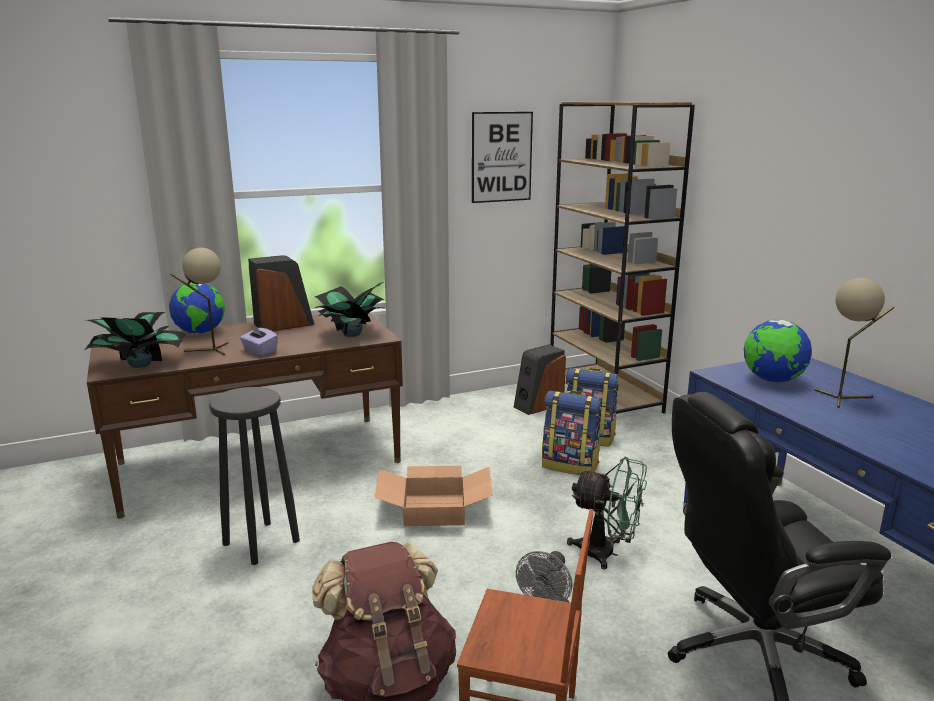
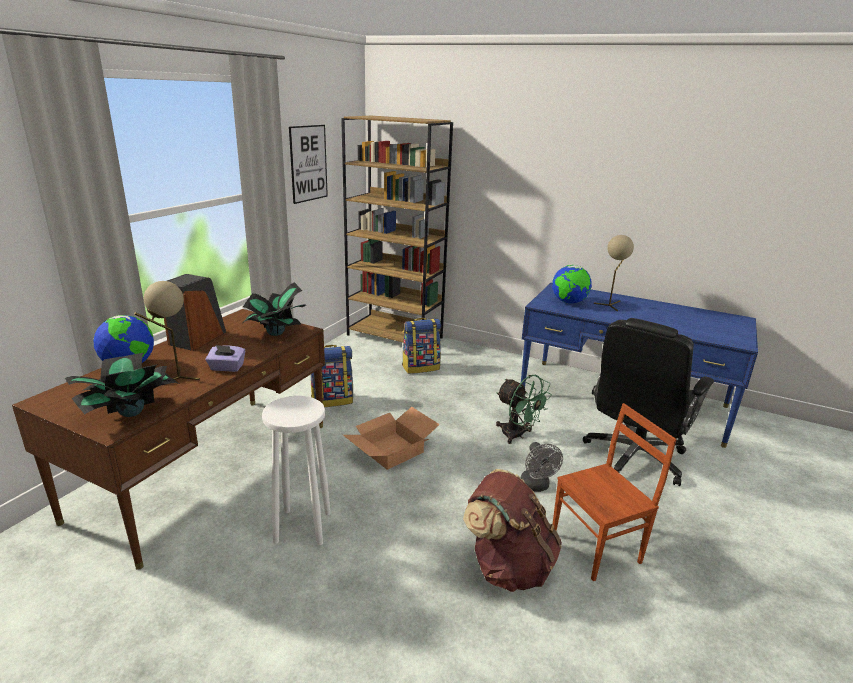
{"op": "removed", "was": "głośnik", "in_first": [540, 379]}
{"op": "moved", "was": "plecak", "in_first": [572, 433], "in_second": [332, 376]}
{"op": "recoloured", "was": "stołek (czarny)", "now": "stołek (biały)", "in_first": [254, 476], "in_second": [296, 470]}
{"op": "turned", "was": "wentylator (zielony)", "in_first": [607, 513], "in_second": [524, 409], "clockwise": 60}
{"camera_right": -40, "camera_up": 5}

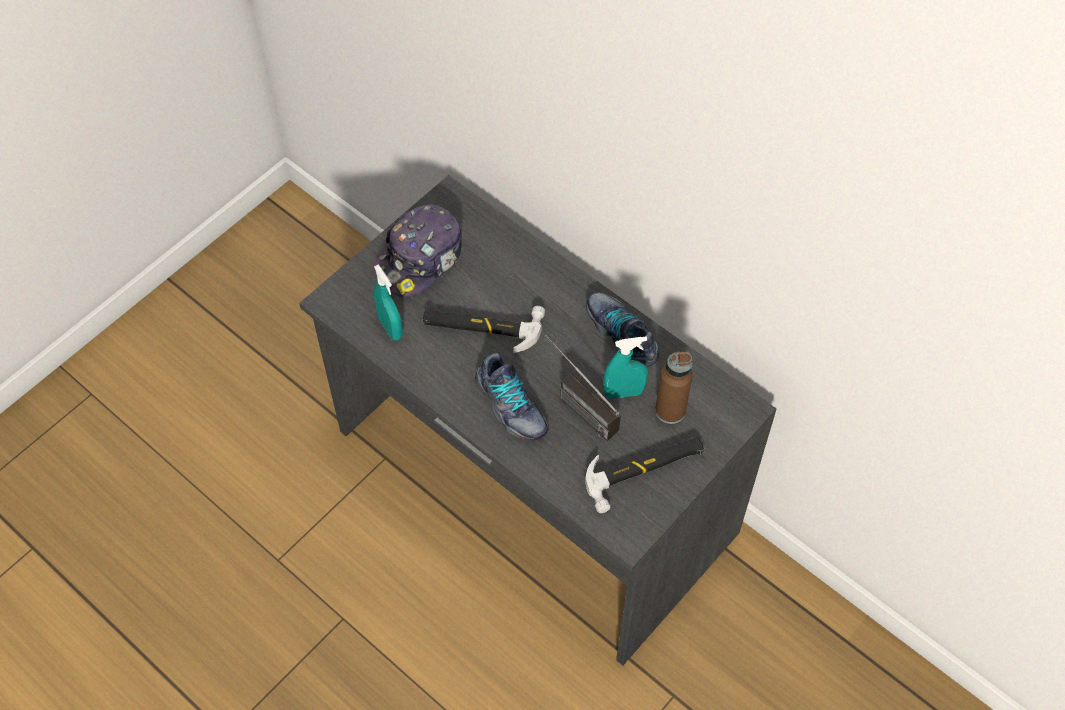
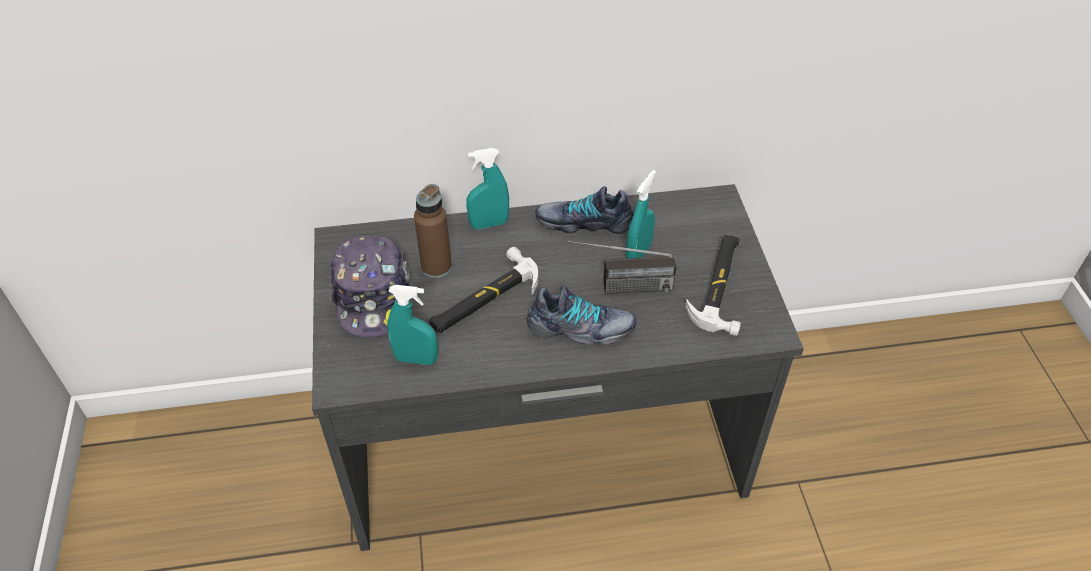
{"op": "added", "now": "spryskiwacz (turkusowy)", "in_second": [487, 188]}
{"op": "moved", "was": "butelka (brązowy)", "in_first": [674, 388], "in_second": [433, 231]}
{"camera_right": -50, "camera_up": -10}

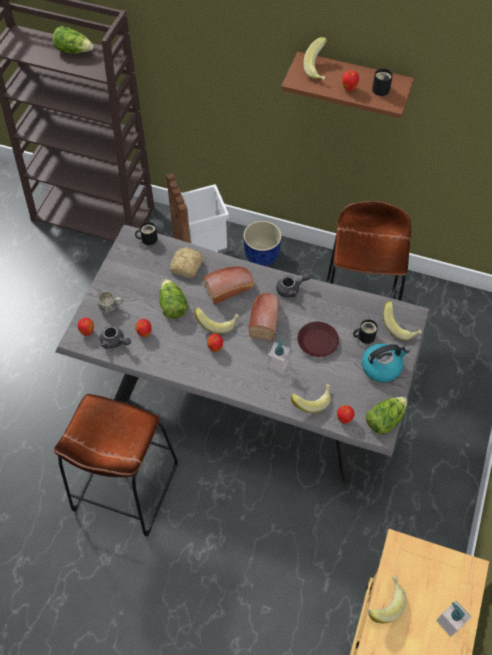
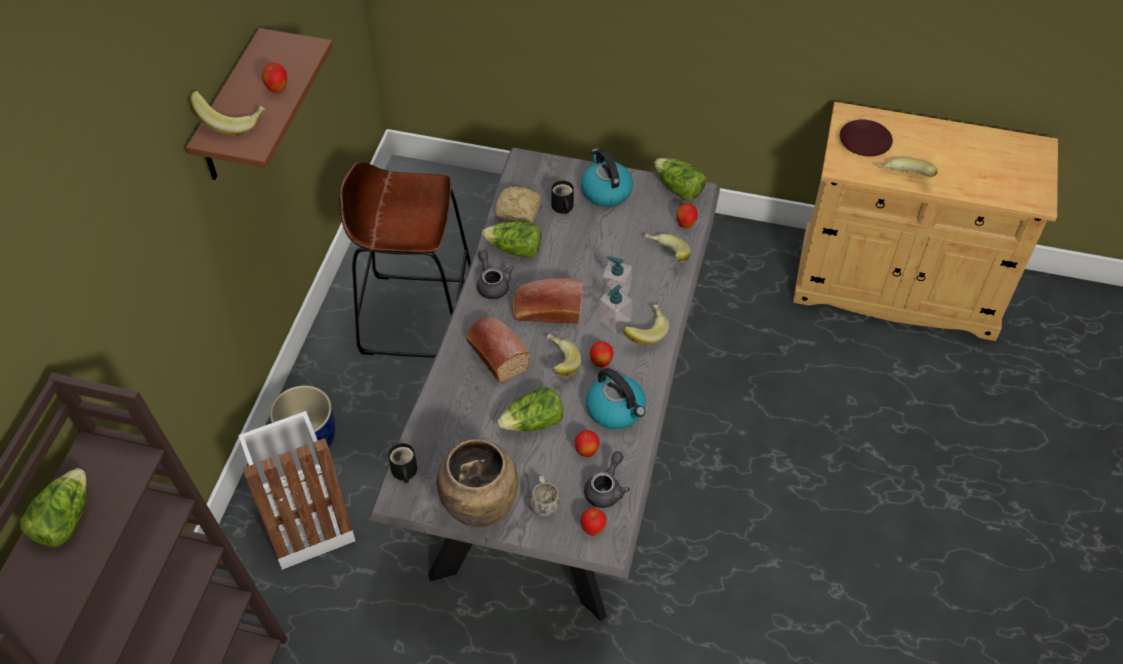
{"op": "removed", "was": "stołek (brązowy)", "in_first": [116, 465]}
{"op": "removed", "was": "kubek (czarny)", "in_first": [382, 82]}
{"op": "added", "now": "wazon (brązowy)", "in_second": [477, 483]}
{"op": "added", "now": "sałata", "in_second": [511, 239]}
{"op": "added", "now": "czajnik", "in_second": [616, 398]}
{"op": "moved", "was": "chleb", "in_first": [186, 262], "in_second": [518, 204]}
{"op": "moved", "was": "talerz (brązowy)", "in_first": [318, 339], "in_second": [866, 138]}
{"op": "moved", "was": "banan", "in_first": [402, 320], "in_second": [646, 325]}
{"op": "moved", "was": "dozownik mydła", "in_first": [453, 618], "in_second": [616, 309]}
{"camera_right": -95, "camera_up": -5}

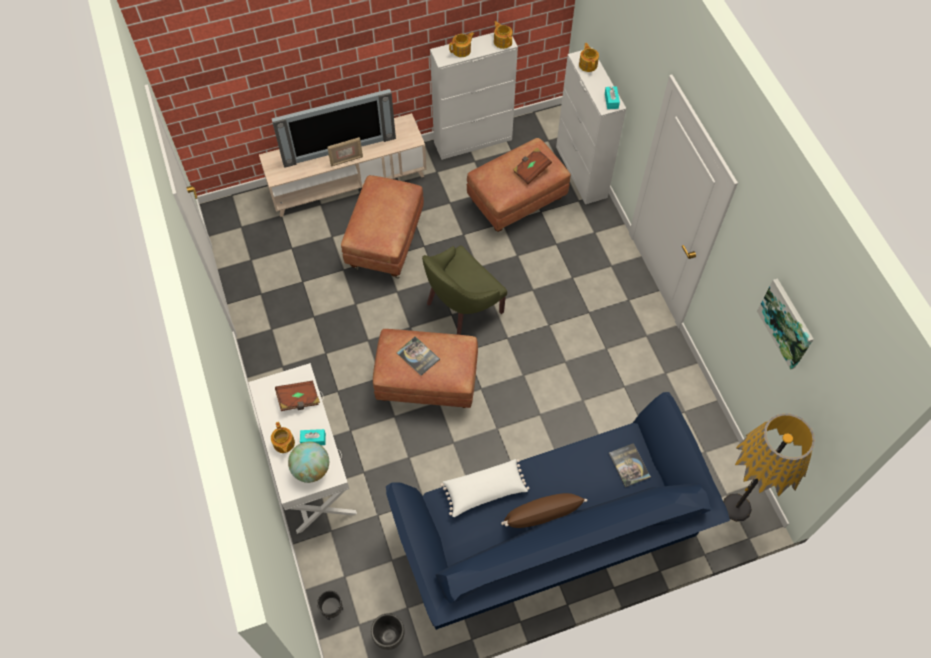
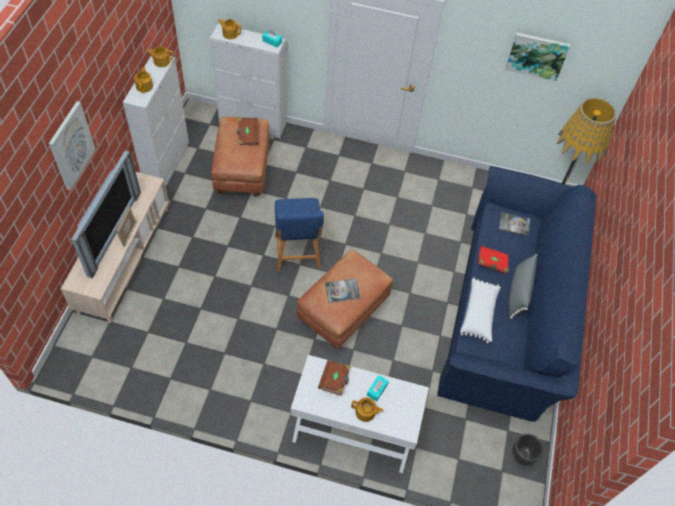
{"op": "removed", "was": "globus", "in_first": [308, 462]}
{"op": "removed", "was": "donica (czarny)", "in_first": [330, 606]}
{"op": "removed", "was": "pufa (brązowy)", "in_first": [382, 227]}
{"op": "added", "now": "obraz", "in_second": [72, 145]}
{"op": "added", "now": "książka (czerwony)", "in_second": [493, 259]}
{"op": "replaced", "was": "fotel (zielony)", "now": "stołek (niebieski)", "in_first": [464, 290], "in_second": [299, 234]}
{"op": "recoloured", "was": "poduszka (brązowy)", "now": "poduszka (szary)", "in_first": [544, 510], "in_second": [523, 286]}
{"camera_right": -60, "camera_up": -5}

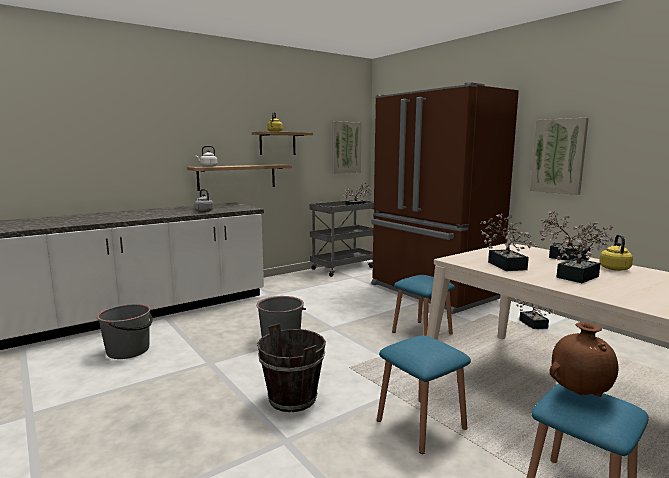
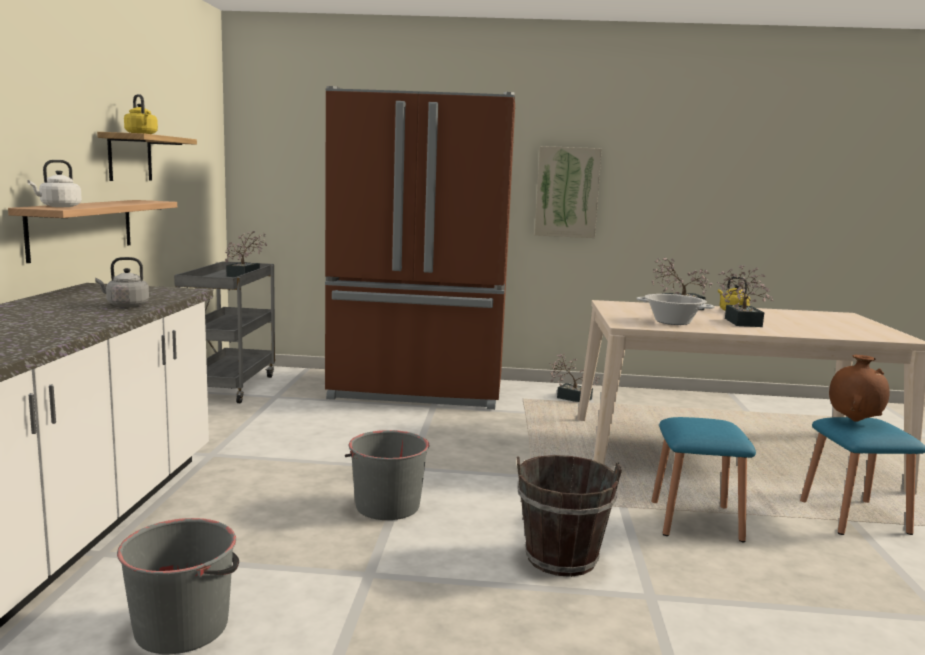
{"op": "removed", "was": "obraz", "in_first": [347, 147]}
{"op": "removed", "was": "stołek (niebieski)", "in_first": [423, 305]}
{"op": "replaced", "was": "roślina doniczkowa", "now": "garnek", "in_first": [509, 242], "in_second": [675, 309]}
{"camera_right": -50, "camera_up": 0}

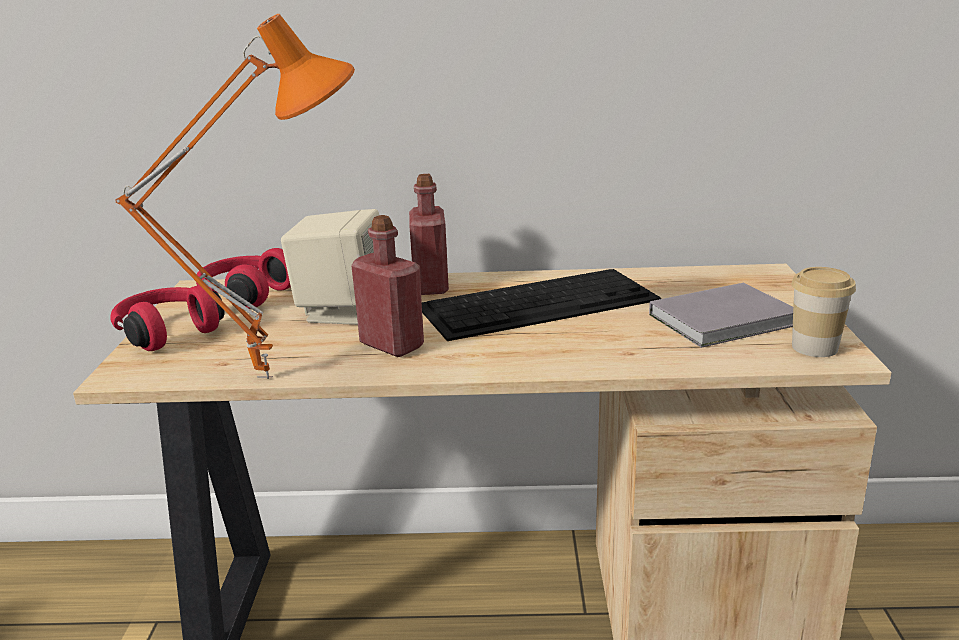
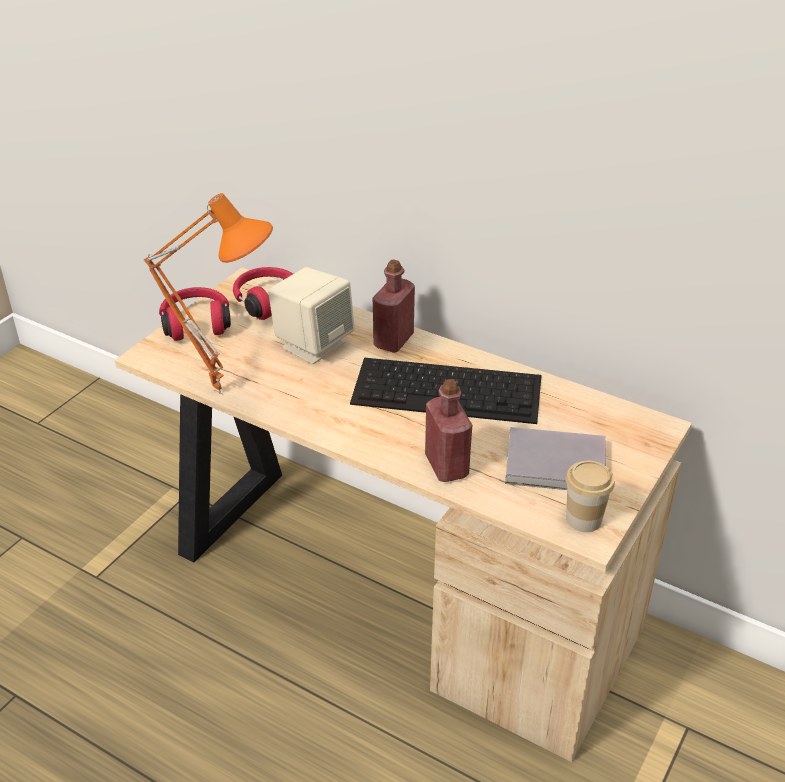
{"op": "moved", "was": "butelka (czerwony)", "in_first": [388, 286], "in_second": [448, 430]}
{"camera_right": 30, "camera_up": 15}

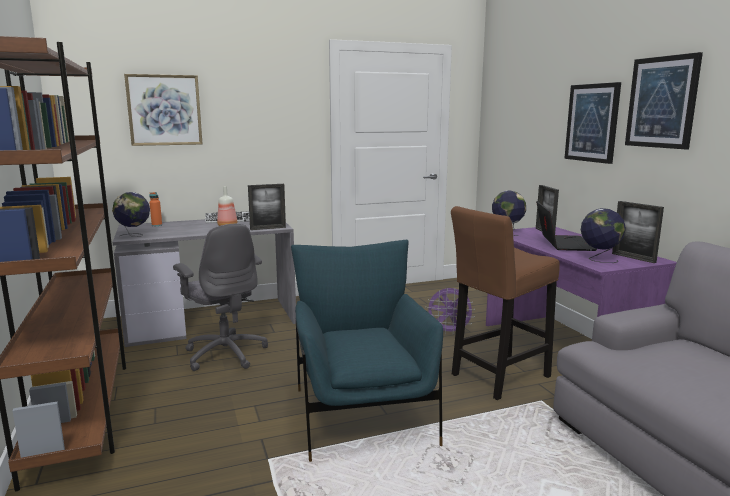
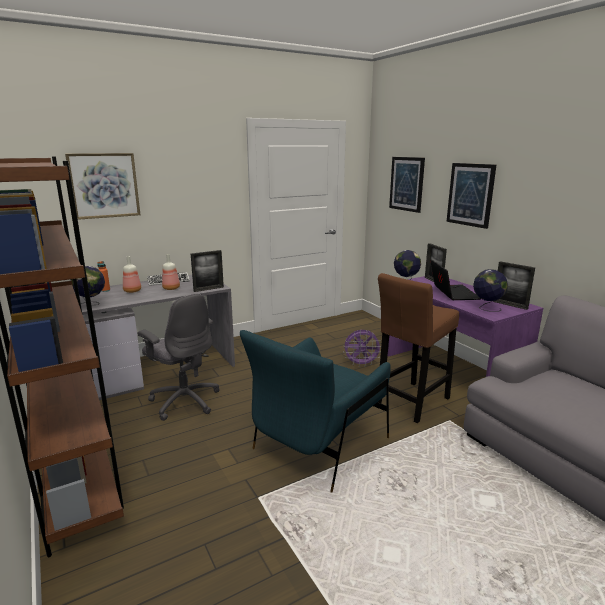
{"op": "added", "now": "butelka", "in_second": [132, 274]}
{"op": "moved", "was": "obraz", "in_first": [664, 100], "in_second": [407, 185]}
{"op": "turned", "was": "fotel (niebieski)", "in_first": [367, 351], "in_second": [315, 411], "clockwise": -120}
{"camera_right": -10, "camera_up": 5}

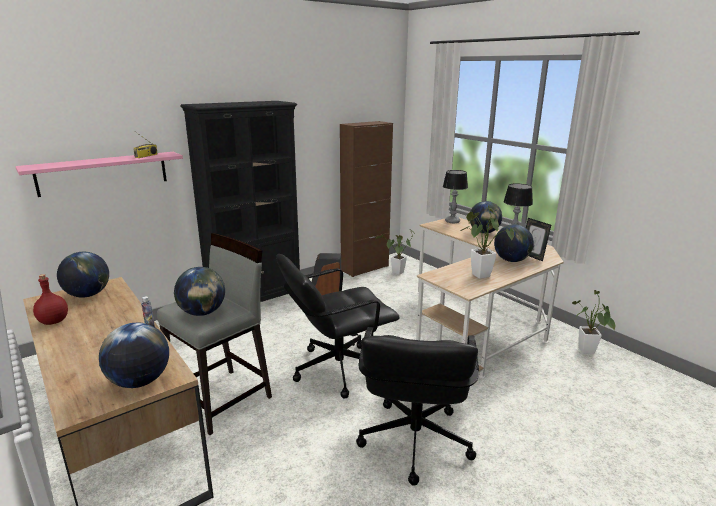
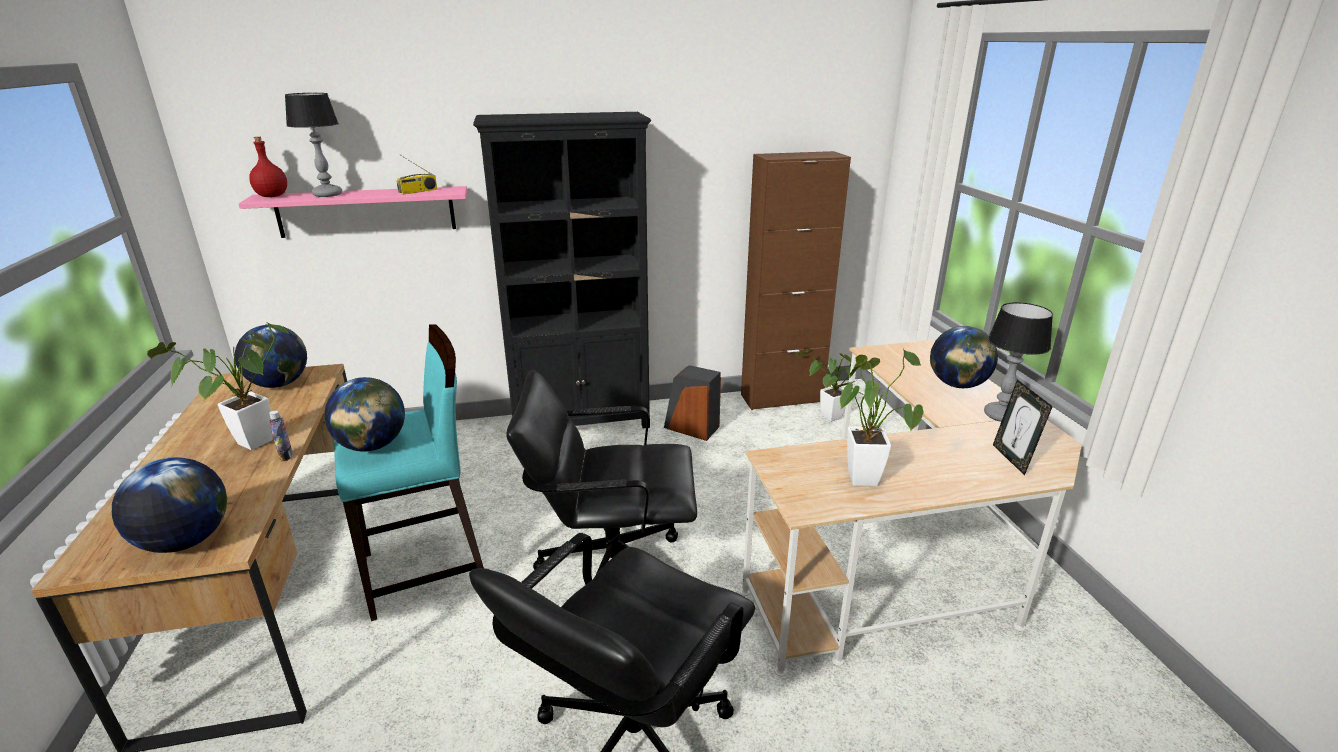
{"op": "removed", "was": "globus", "in_first": [514, 243]}
{"op": "moved", "was": "butelka (czerwony)", "in_first": [50, 299], "in_second": [268, 167]}
{"op": "moved", "was": "lampa stołowa", "in_first": [455, 196], "in_second": [313, 145]}
{"op": "moved", "was": "roślina doniczkowa", "in_first": [594, 322], "in_second": [218, 386]}
{"op": "recoloured", "was": "stołek (szary)", "now": "stołek (turkusowy)", "in_first": [214, 334], "in_second": [409, 473]}
{"camera_right": 25, "camera_up": 5}

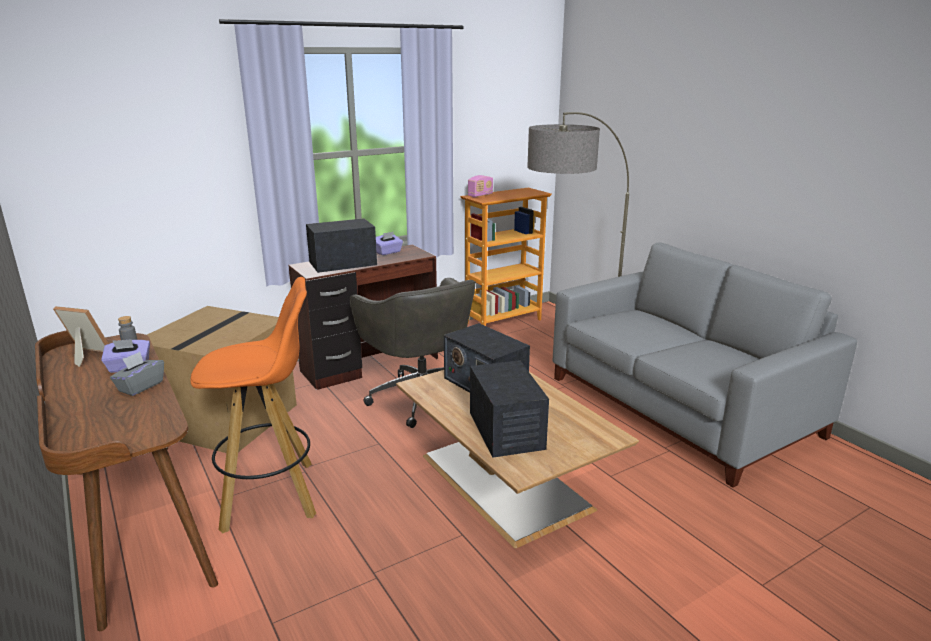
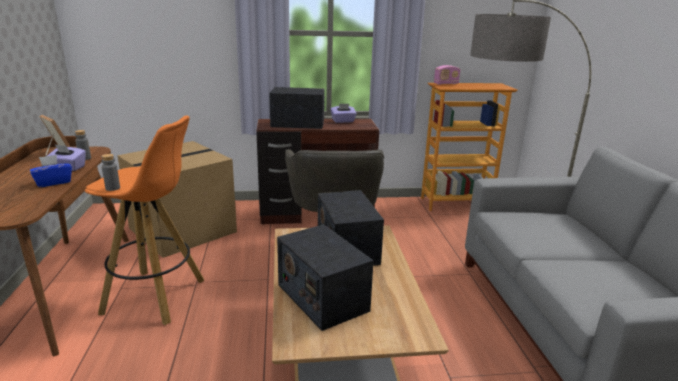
{"op": "added", "now": "butelka (szary)", "in_second": [110, 172]}
{"op": "recoloured", "was": "pudełko chusteczek (szary)", "now": "pudełko chusteczek (niebieski)", "in_first": [137, 374], "in_second": [51, 171]}
{"op": "turned", "was": "radio", "in_first": [509, 409], "in_second": [325, 277], "clockwise": 135}
{"camera_right": 25, "camera_up": 0}

